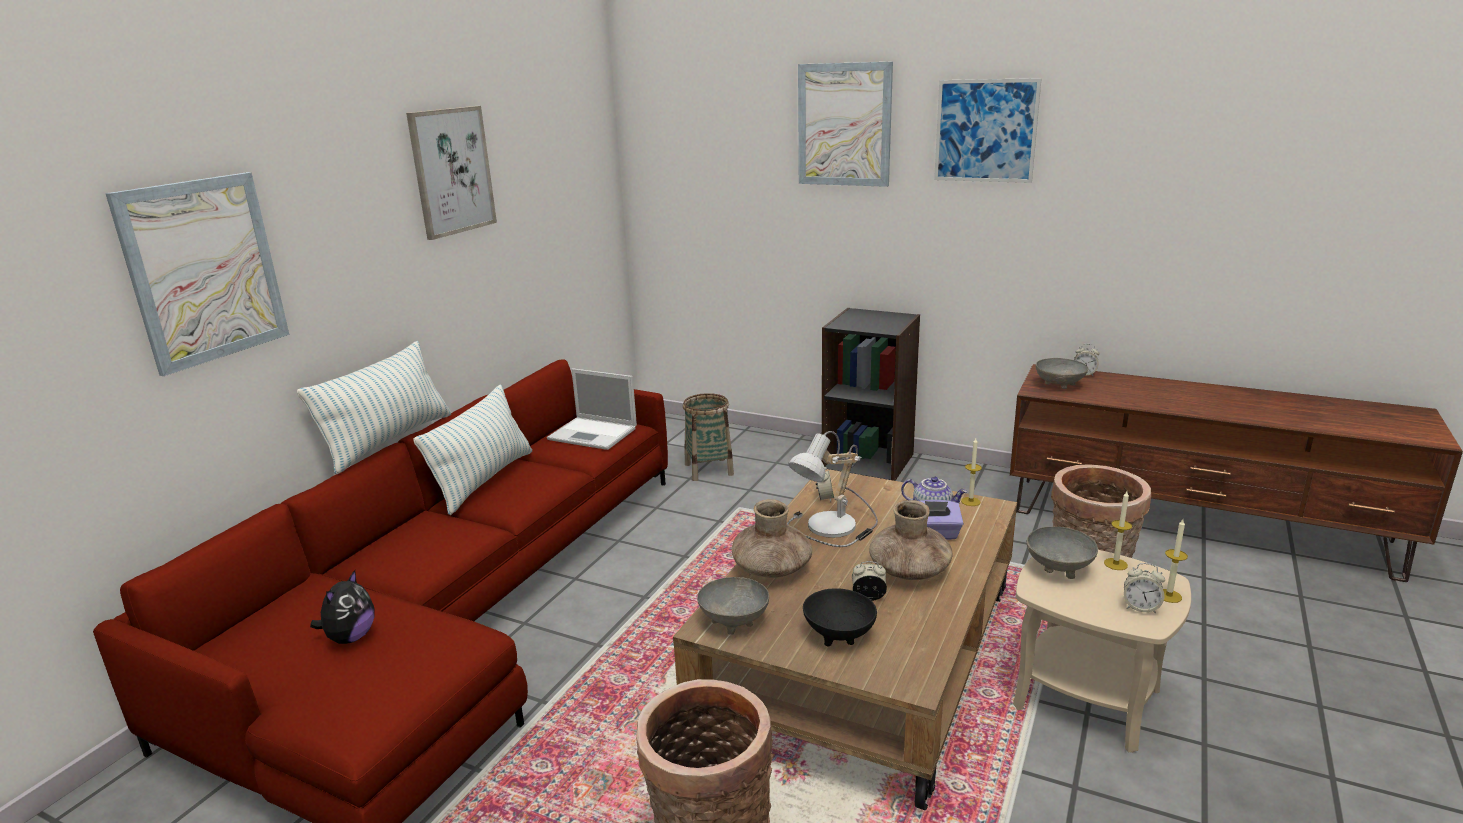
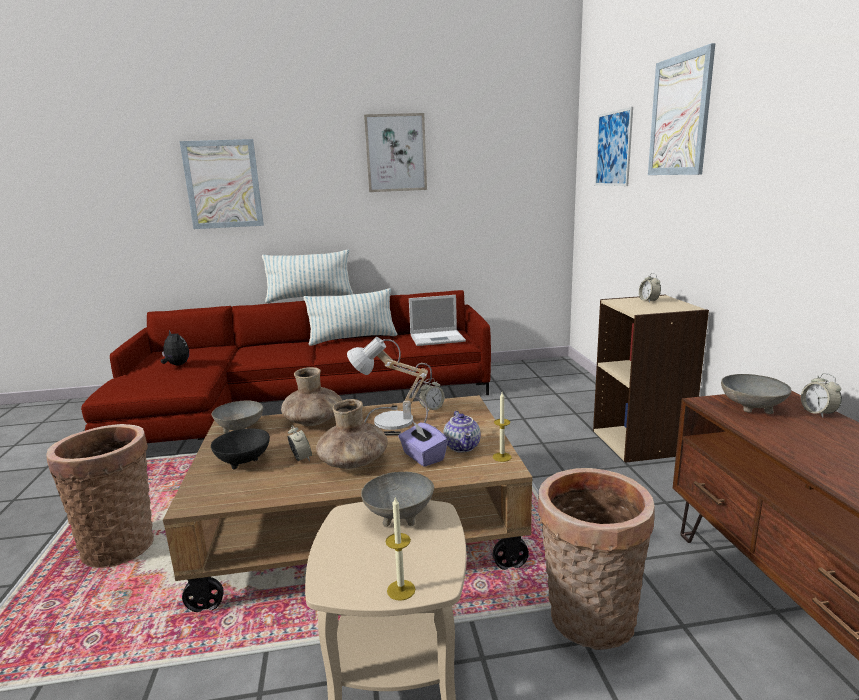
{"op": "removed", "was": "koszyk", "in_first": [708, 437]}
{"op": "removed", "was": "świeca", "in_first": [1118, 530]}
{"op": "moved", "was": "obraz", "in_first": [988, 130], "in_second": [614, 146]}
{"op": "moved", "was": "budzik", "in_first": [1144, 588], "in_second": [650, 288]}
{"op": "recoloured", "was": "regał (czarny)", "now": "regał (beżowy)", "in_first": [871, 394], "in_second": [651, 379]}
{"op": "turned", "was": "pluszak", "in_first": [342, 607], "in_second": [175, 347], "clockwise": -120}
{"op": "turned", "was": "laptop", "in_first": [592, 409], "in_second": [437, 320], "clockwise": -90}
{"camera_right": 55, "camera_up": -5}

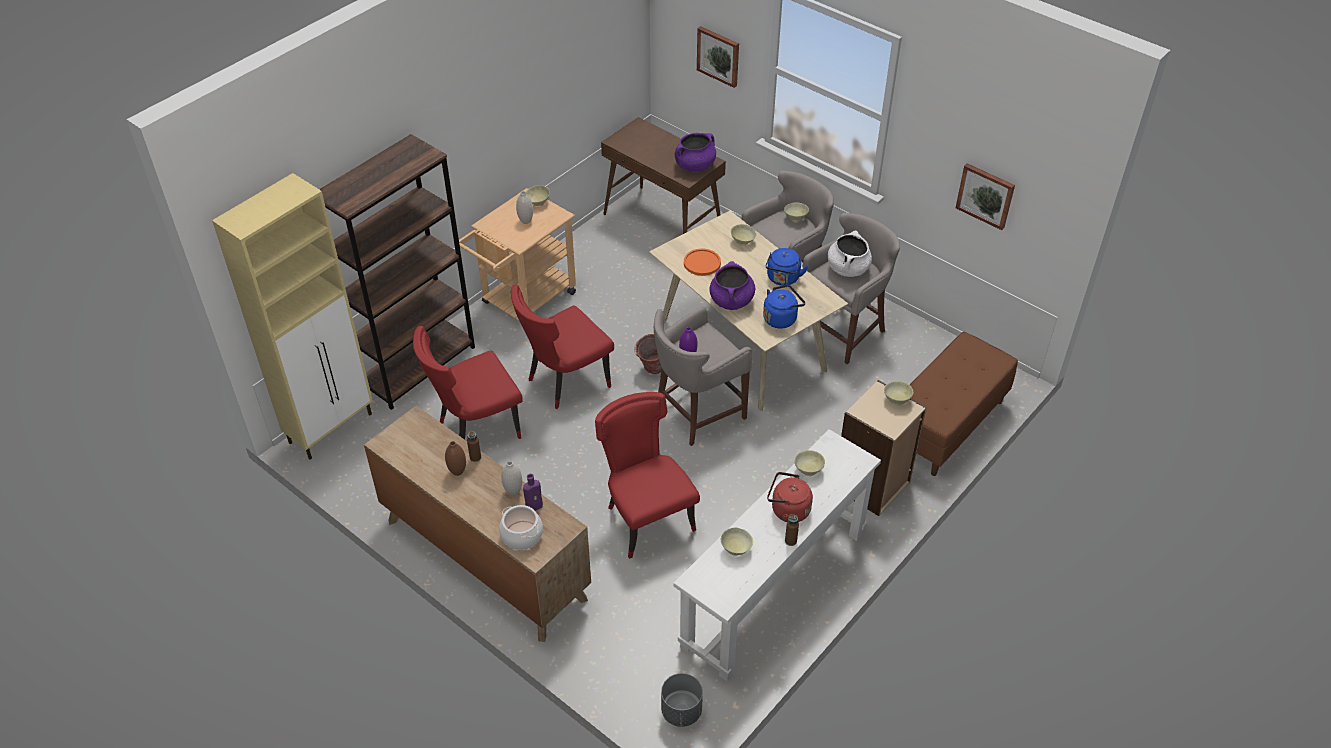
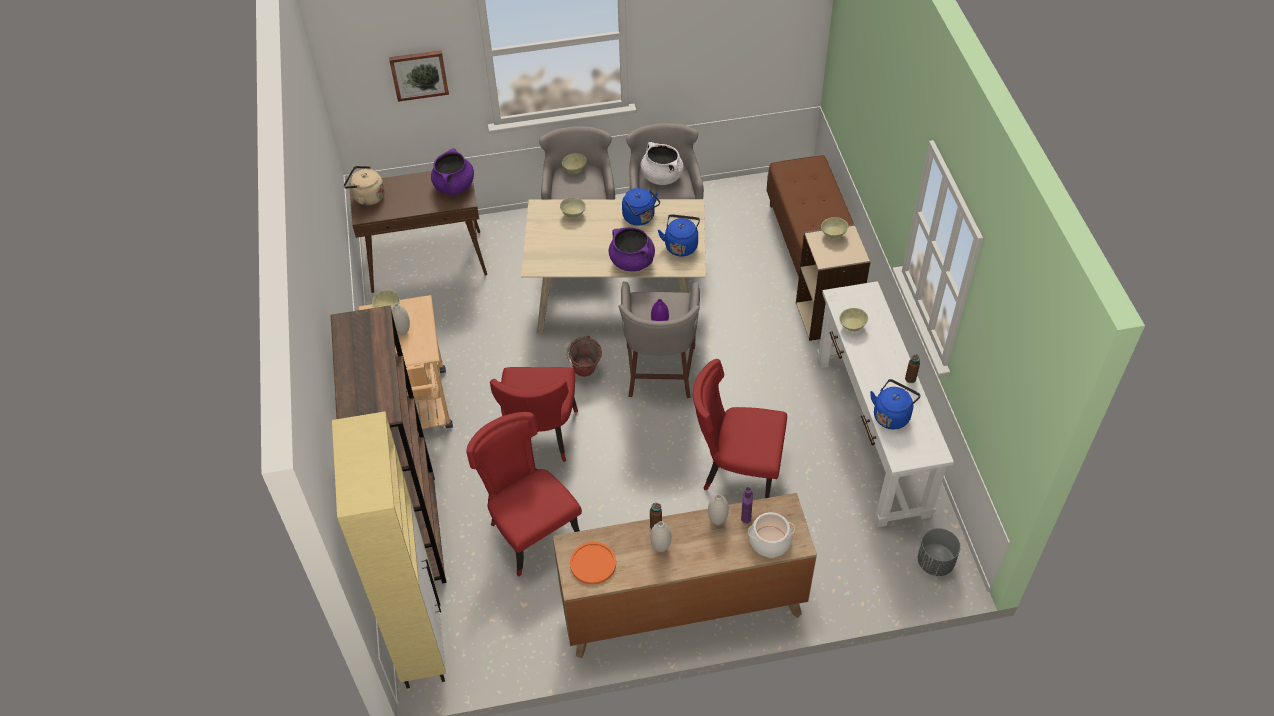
{"op": "removed", "was": "czajnik (czerwony)", "in_first": [790, 497]}
{"op": "removed", "was": "obraz", "in_first": [985, 196]}
{"op": "added", "now": "czajnik (beżowy)", "in_second": [364, 186]}
{"op": "moved", "was": "talerz (pomarańczowy)", "in_first": [702, 262], "in_second": [593, 563]}
{"op": "replaced", "was": "miska (beżowy)", "now": "czajnik (niebieski)", "in_first": [737, 541], "in_second": [895, 404]}
{"op": "recoloured", "was": "wazon (brązowy)", "now": "wazon (biały)", "in_first": [455, 458], "in_second": [660, 536]}
{"op": "turned", "was": "krzesło (czerwony)", "in_first": [468, 383], "in_second": [524, 494], "clockwise": 135}
{"camera_right": -50, "camera_up": 5}

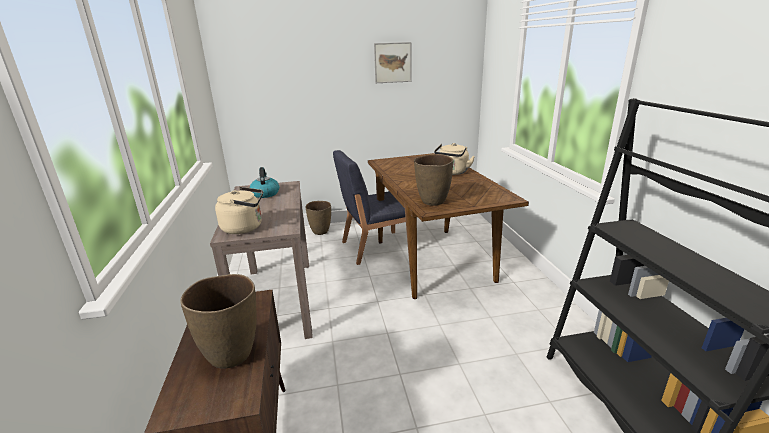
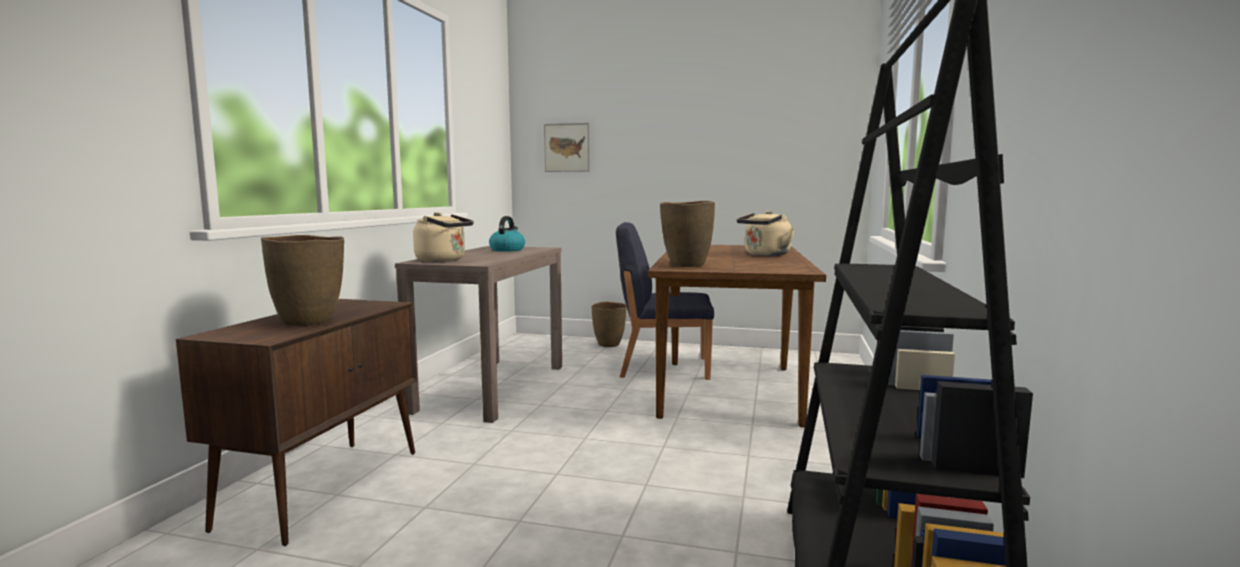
{"op": "moved", "was": "obraz", "in_first": [392, 62], "in_second": [567, 147]}
{"camera_right": 25, "camera_up": -15}

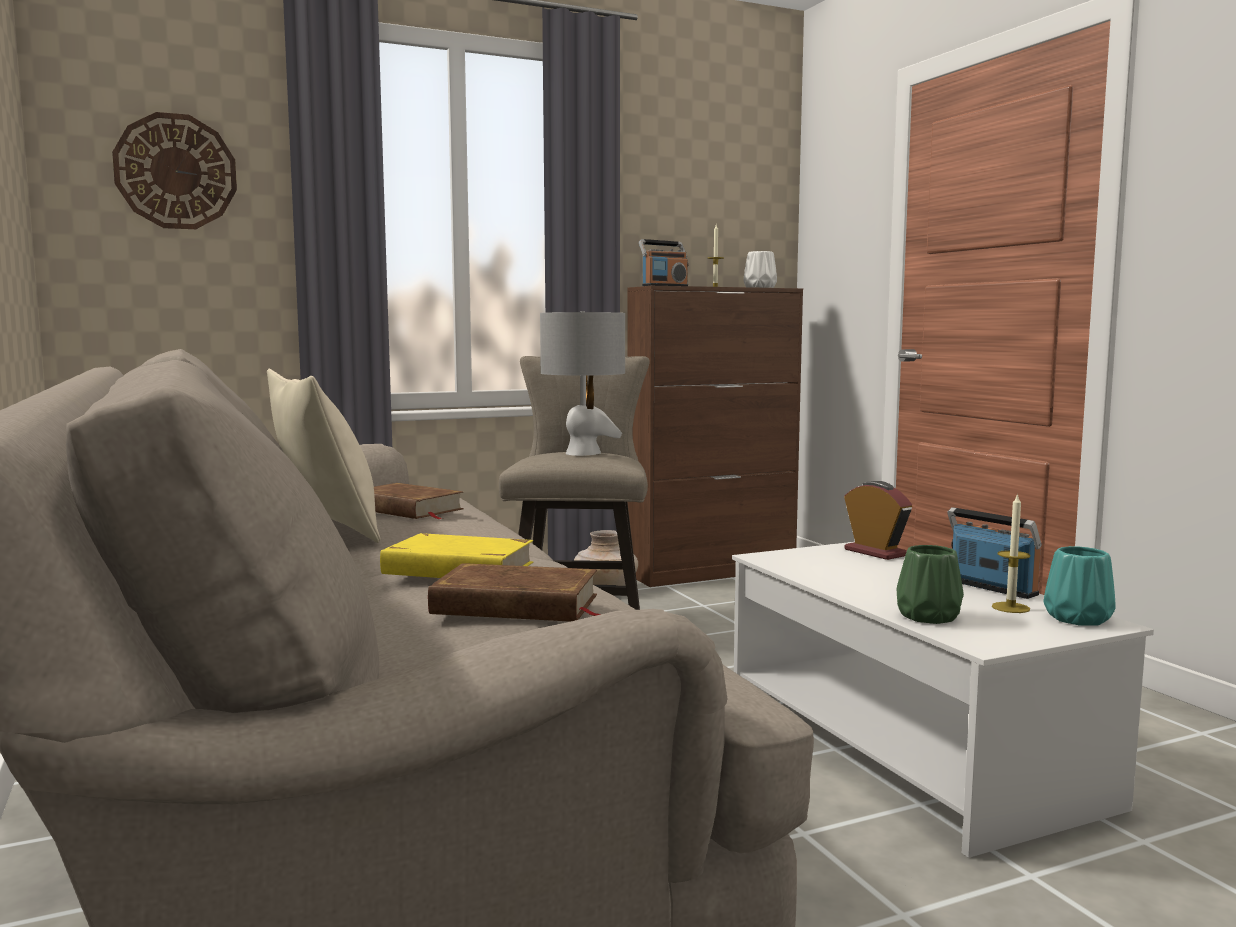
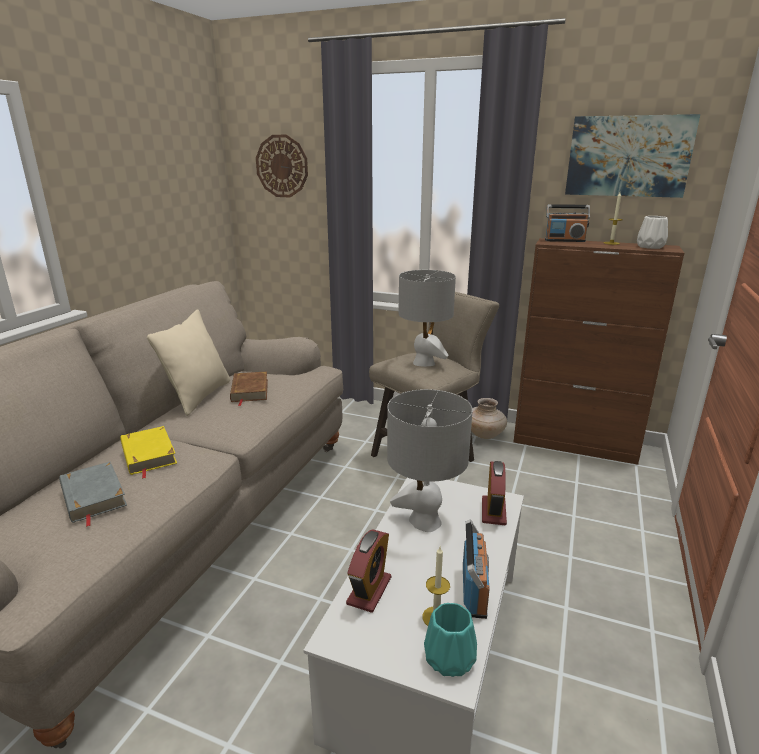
{"op": "added", "now": "lampa stołowa (szary)", "in_second": [430, 460]}
{"op": "added", "now": "obraz", "in_second": [632, 156]}
{"op": "replaced", "was": "wazon (zielony)", "now": "budzik", "in_first": [930, 584], "in_second": [368, 571]}
{"op": "recoloured", "was": "książka (brązowy)", "now": "książka (szary)", "in_first": [514, 592], "in_second": [93, 494]}
{"camera_right": 45, "camera_up": 15}

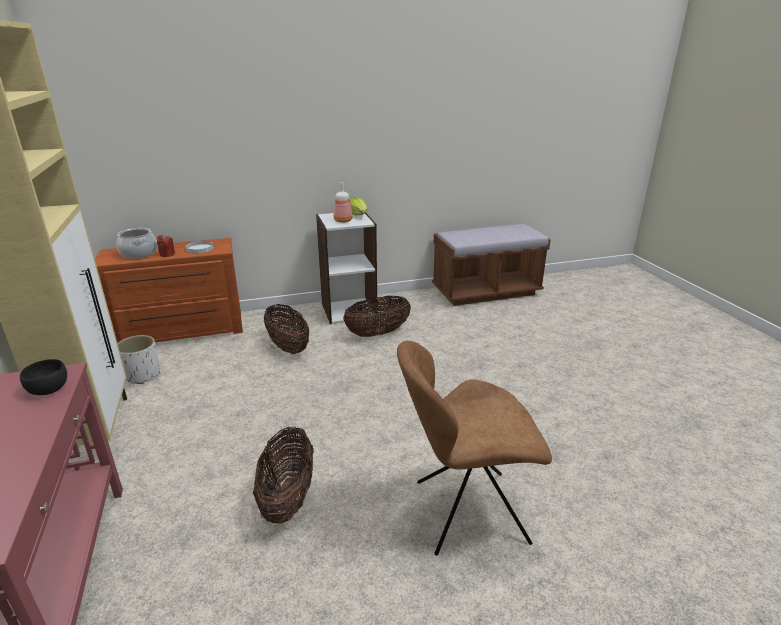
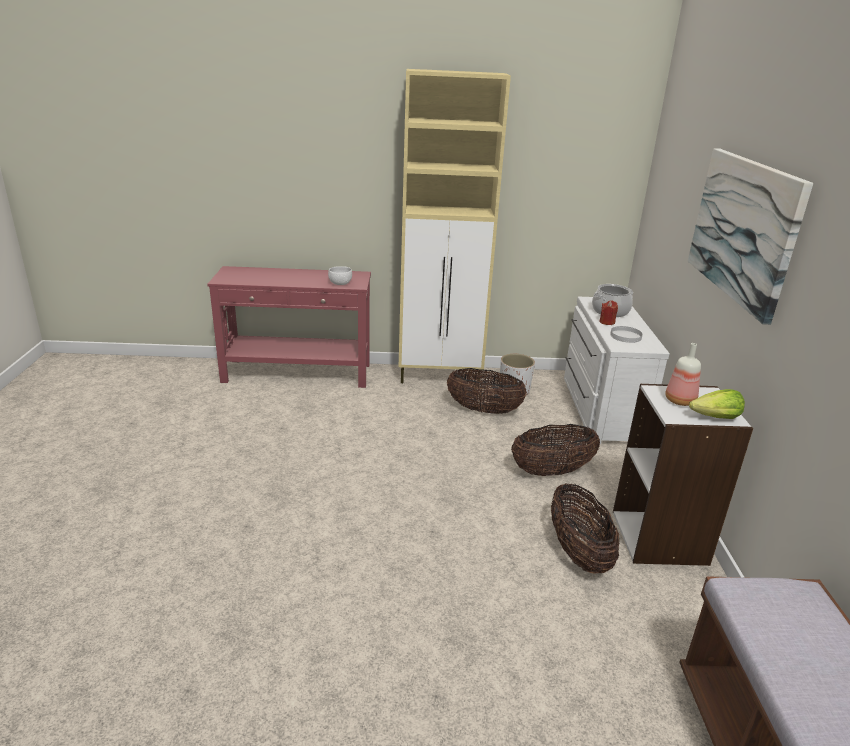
{"op": "removed", "was": "krzesło (brązowy)", "in_first": [474, 448]}
{"op": "added", "now": "obraz", "in_second": [750, 236]}
{"op": "moved", "was": "koszyk", "in_first": [283, 475], "in_second": [487, 391]}
{"op": "recoloured", "was": "miska (czarny)", "now": "miska (biały)", "in_first": [43, 377], "in_second": [340, 275]}
{"op": "recoloured", "was": "komoda (brązowy)", "now": "komoda (biały)", "in_first": [169, 290], "in_second": [617, 370]}
{"camera_right": 105, "camera_up": 0}

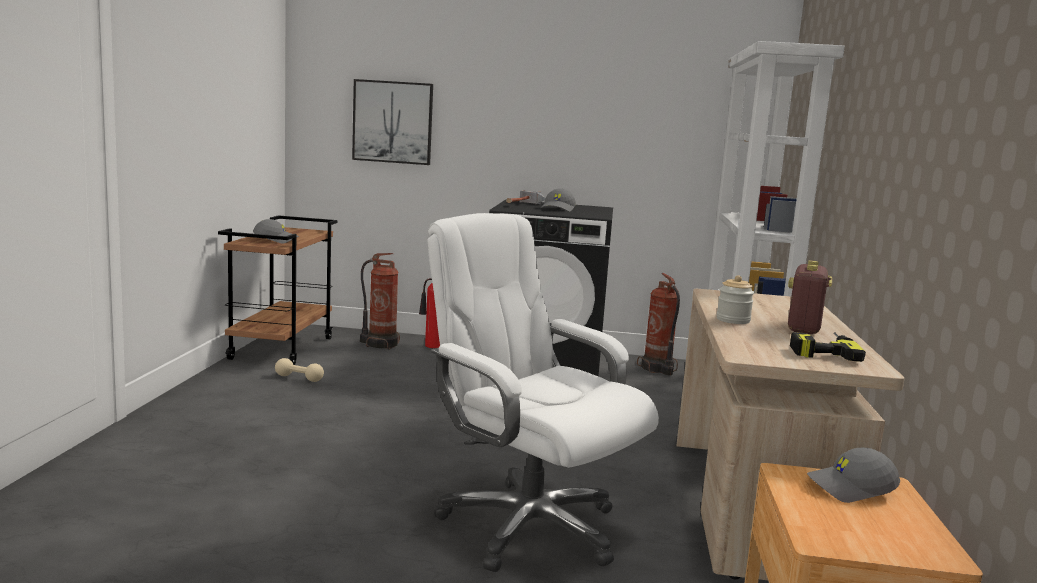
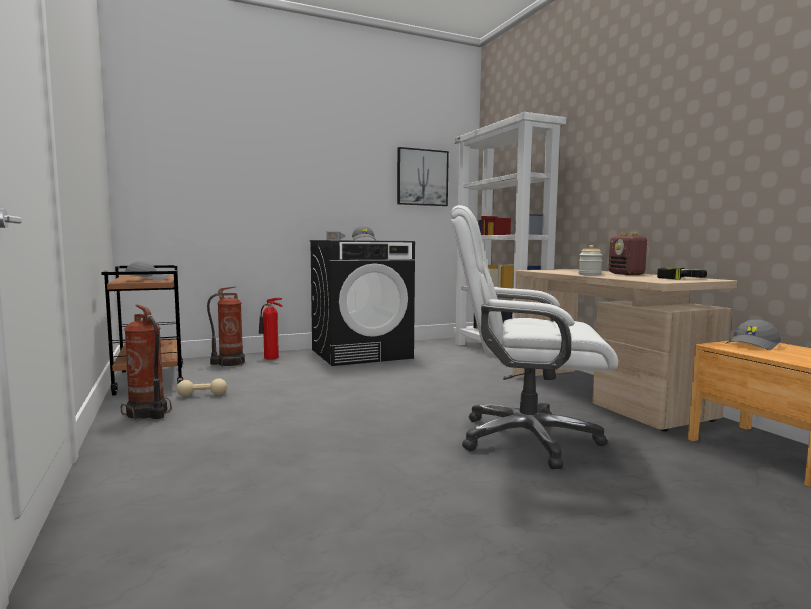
{"op": "moved", "was": "obraz", "in_first": [392, 122], "in_second": [423, 176]}
{"op": "moved", "was": "gaśnica", "in_first": [658, 324], "in_second": [146, 362]}
{"camera_right": -30, "camera_up": -5}

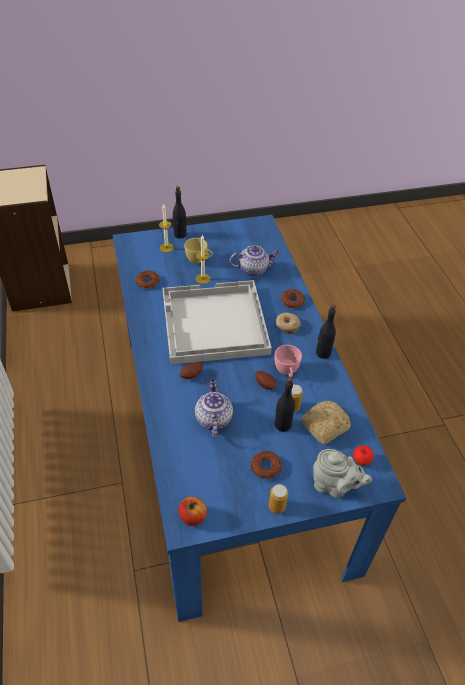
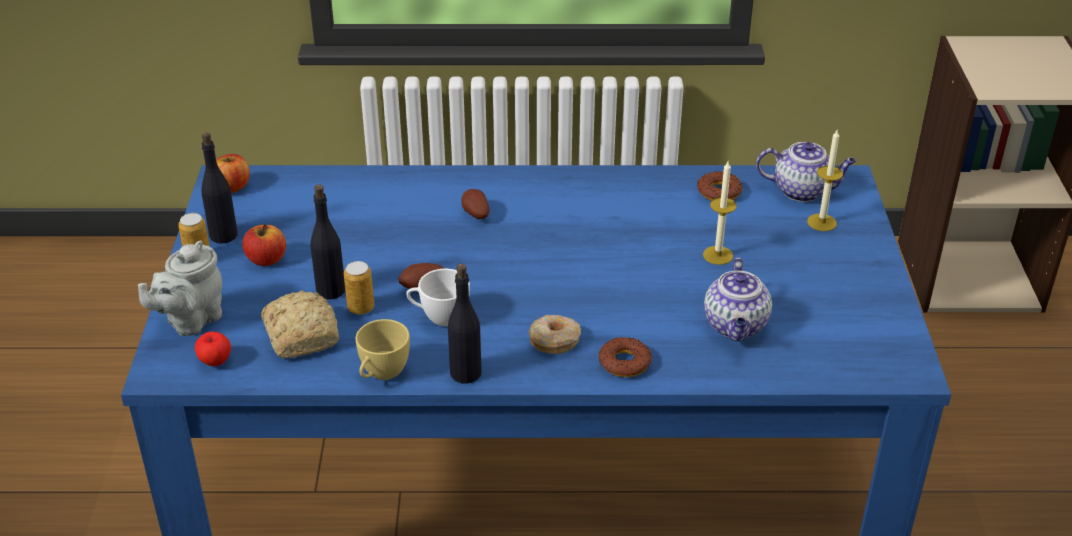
{"op": "removed", "was": "taca (biały)", "in_first": [217, 322]}
{"op": "moved", "was": "butelka (czarny)", "in_first": [180, 212], "in_second": [219, 188]}
{"op": "moved", "was": "filiżanka (żółty)", "in_first": [198, 251], "in_second": [382, 349]}
{"op": "moved", "was": "imbryk", "in_first": [214, 408], "in_second": [806, 172]}
{"op": "replaced", "was": "donut", "now": "jabłko", "in_first": [266, 465], "in_second": [264, 245]}
{"op": "recoloured", "was": "filiżanka (różowy)", "now": "filiżanka (biały)", "in_first": [288, 361], "in_second": [438, 297]}
{"camera_right": 105, "camera_up": -10}

